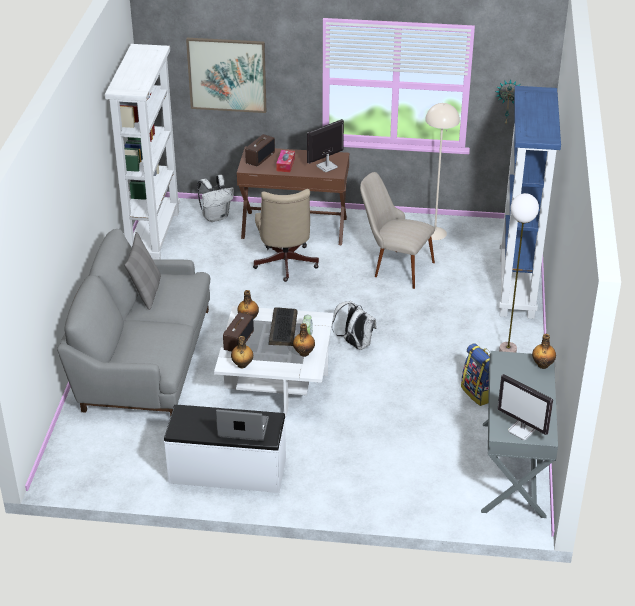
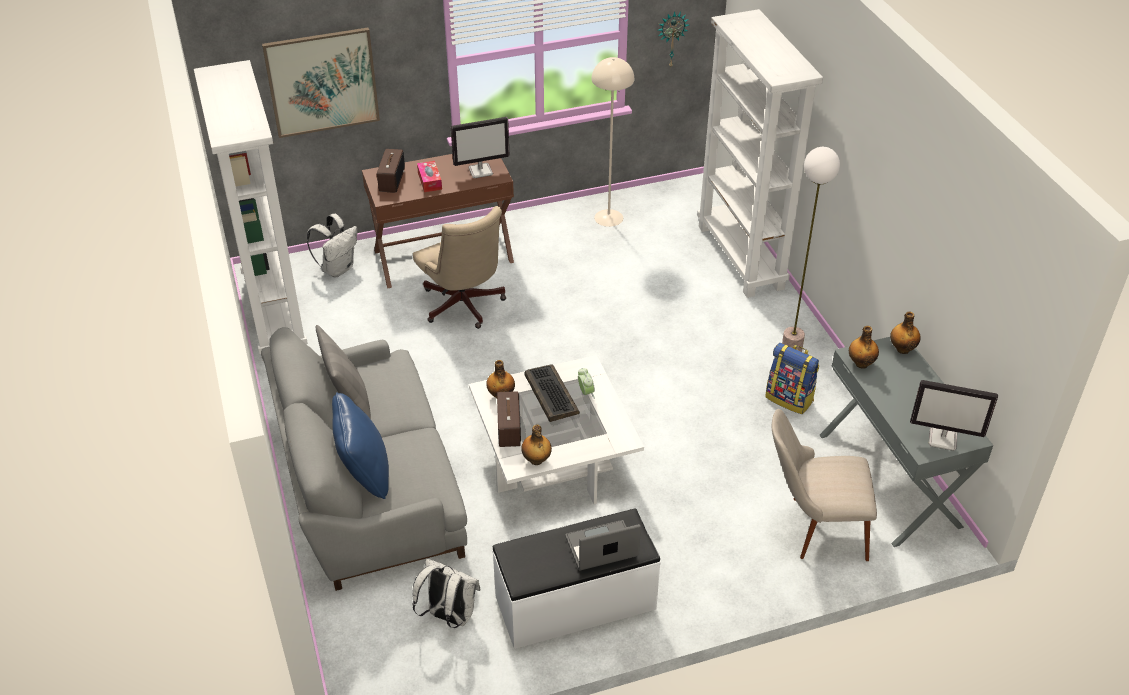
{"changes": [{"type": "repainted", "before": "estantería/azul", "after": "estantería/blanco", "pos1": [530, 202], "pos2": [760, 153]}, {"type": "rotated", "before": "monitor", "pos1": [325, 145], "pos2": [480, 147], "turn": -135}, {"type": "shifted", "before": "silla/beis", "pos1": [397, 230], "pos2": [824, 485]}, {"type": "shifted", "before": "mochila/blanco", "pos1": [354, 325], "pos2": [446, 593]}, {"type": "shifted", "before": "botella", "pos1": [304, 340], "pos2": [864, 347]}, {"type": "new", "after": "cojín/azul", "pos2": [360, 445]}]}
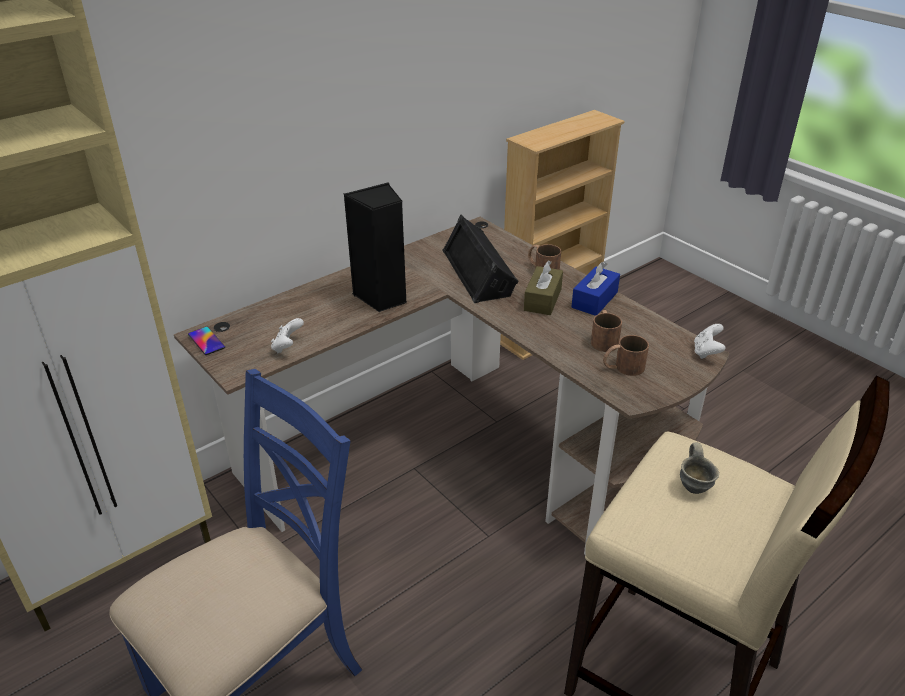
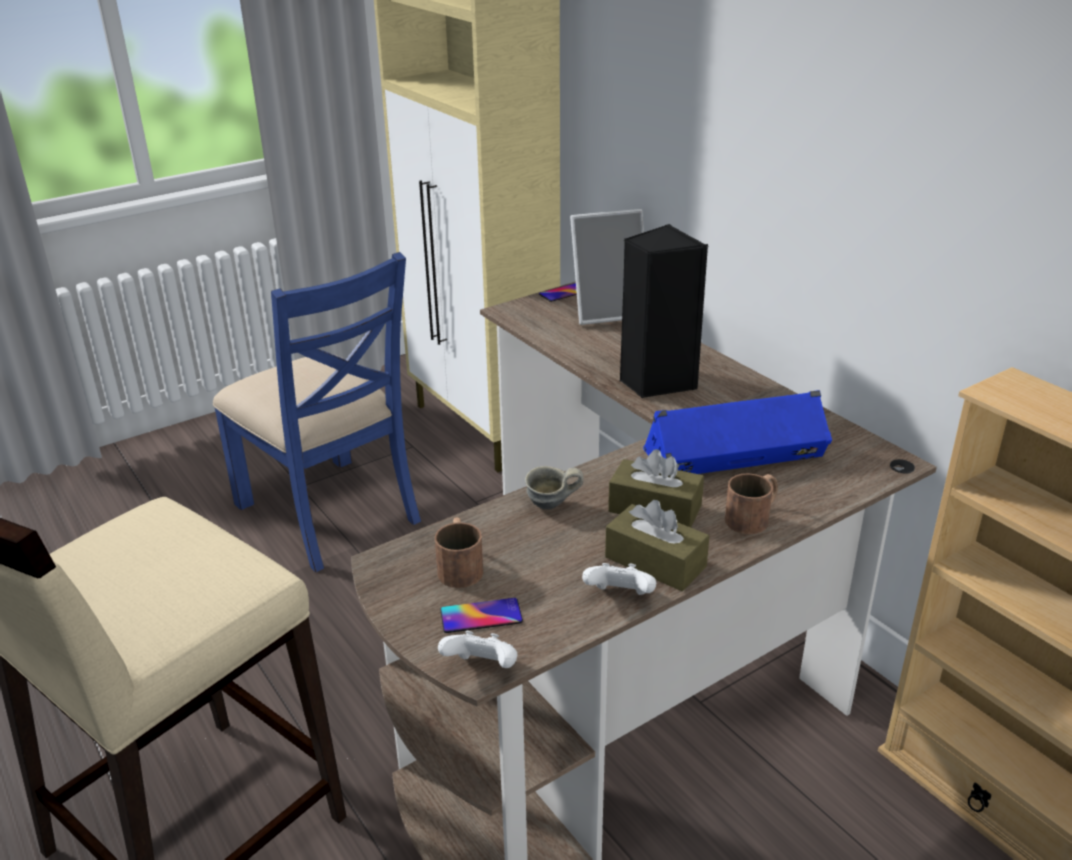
{"changes": [{"type": "repainted", "before": "altavoz/negro", "after": "altavoz/azul", "pos1": [480, 259], "pos2": [737, 432]}, {"type": "repainted", "before": "caja de pañuelos/azul", "after": "caja de pañuelos/marrón", "pos1": [595, 288], "pos2": [657, 545]}, {"type": "gone", "before": "taza grande/marrón", "pos1": [606, 331]}, {"type": "shifted", "before": "mando de consola/blanco", "pos1": [287, 335], "pos2": [619, 579]}, {"type": "shifted", "before": "taza grande/gris", "pos1": [699, 468], "pos2": [554, 488]}, {"type": "new", "after": "portarretratos", "pos2": [607, 267]}, {"type": "new", "after": "móvil", "pos2": [481, 615]}]}
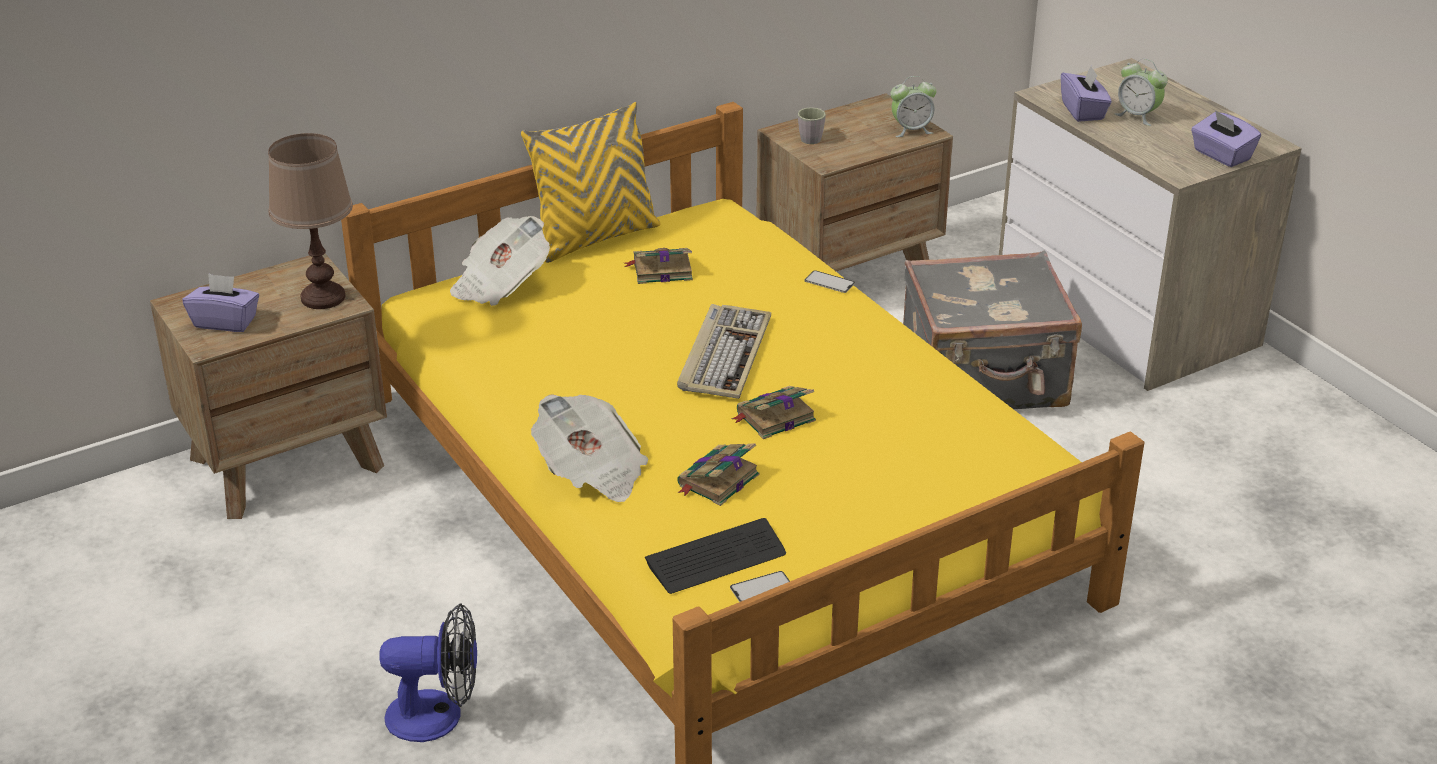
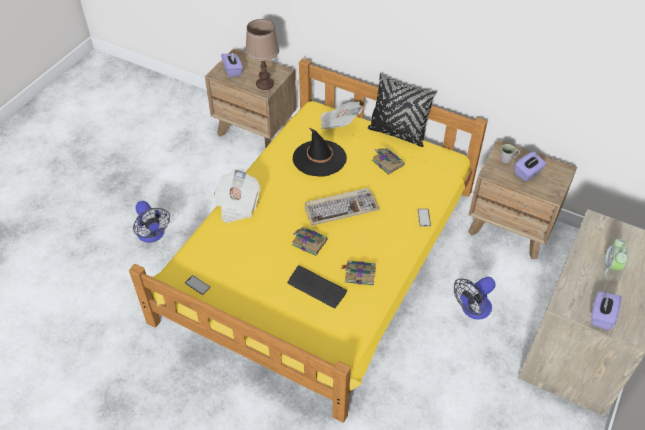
{"changes": [{"type": "shifted", "before": "caja de pañuelos/morado", "pos1": [1086, 94], "pos2": [530, 166]}, {"type": "gone", "before": "despertador", "pos1": [913, 106]}, {"type": "repainted", "before": "cojín/amarillo", "after": "cojín/negro", "pos1": [591, 182], "pos2": [402, 110]}, {"type": "swapped", "before": "maleta/gris", "after": "ventilador", "pos1": [992, 330], "pos2": [475, 298]}, {"type": "shifted", "before": "libro", "pos1": [718, 474], "pos2": [358, 273]}, {"type": "shifted", "before": "teclado", "pos1": [715, 556], "pos2": [317, 286]}, {"type": "new", "after": "sombrero/negro", "pos2": [320, 152]}]}
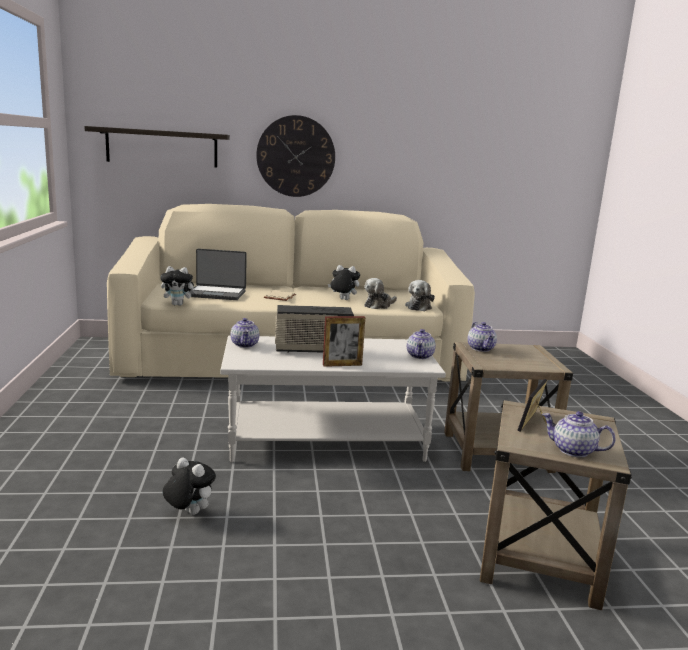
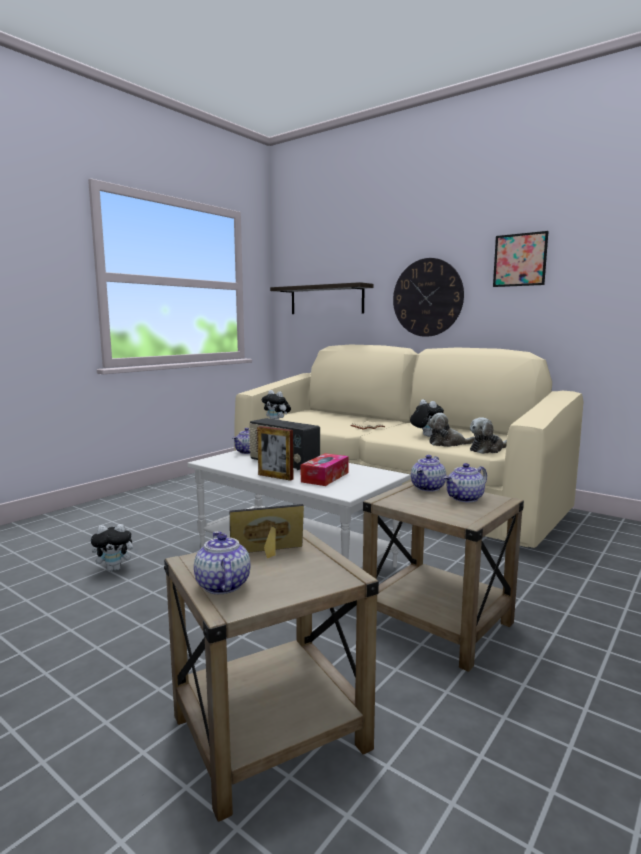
{"changes": [{"type": "gone", "before": "portátil", "pos1": [218, 274]}, {"type": "shifted", "before": "tetera", "pos1": [421, 344], "pos2": [465, 482]}, {"type": "rotated", "before": "peluche", "pos1": [189, 486], "pos2": [114, 547], "turn": 90}, {"type": "new", "after": "cuadro", "pos2": [521, 259]}, {"type": "new", "after": "caja de pañuelos", "pos2": [325, 469]}]}
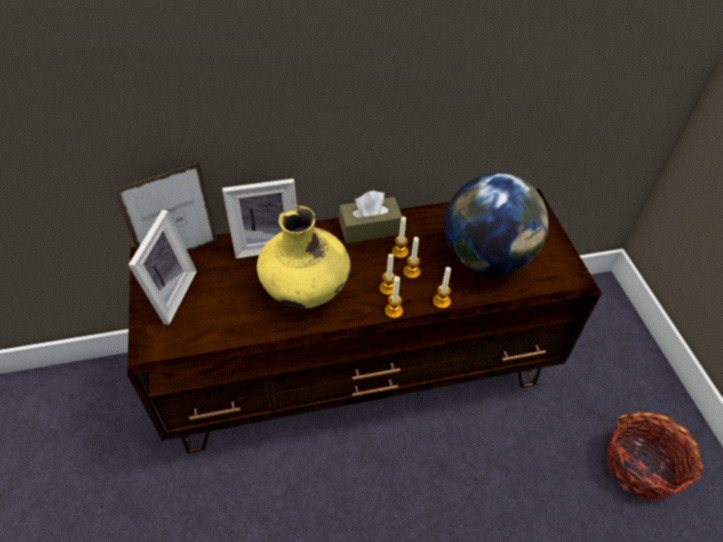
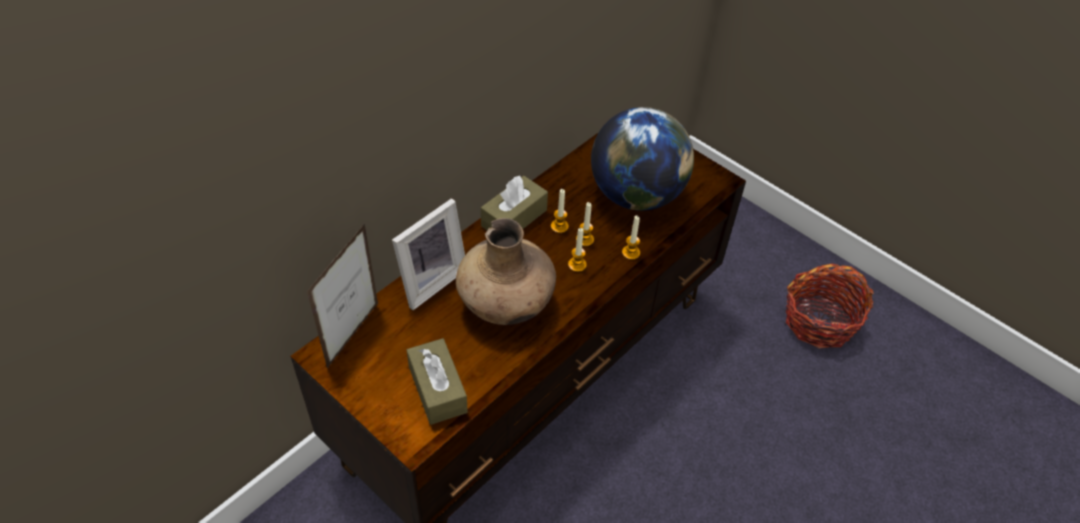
{"changes": [{"type": "repainted", "before": "florero/amarillo", "after": "florero/marrón", "pos1": [304, 257], "pos2": [506, 271]}, {"type": "gone", "before": "portarretratos", "pos1": [162, 267]}, {"type": "gone", "before": "vela", "pos1": [394, 297]}, {"type": "new", "after": "caja de pañuelos/marrón", "pos2": [437, 381]}]}
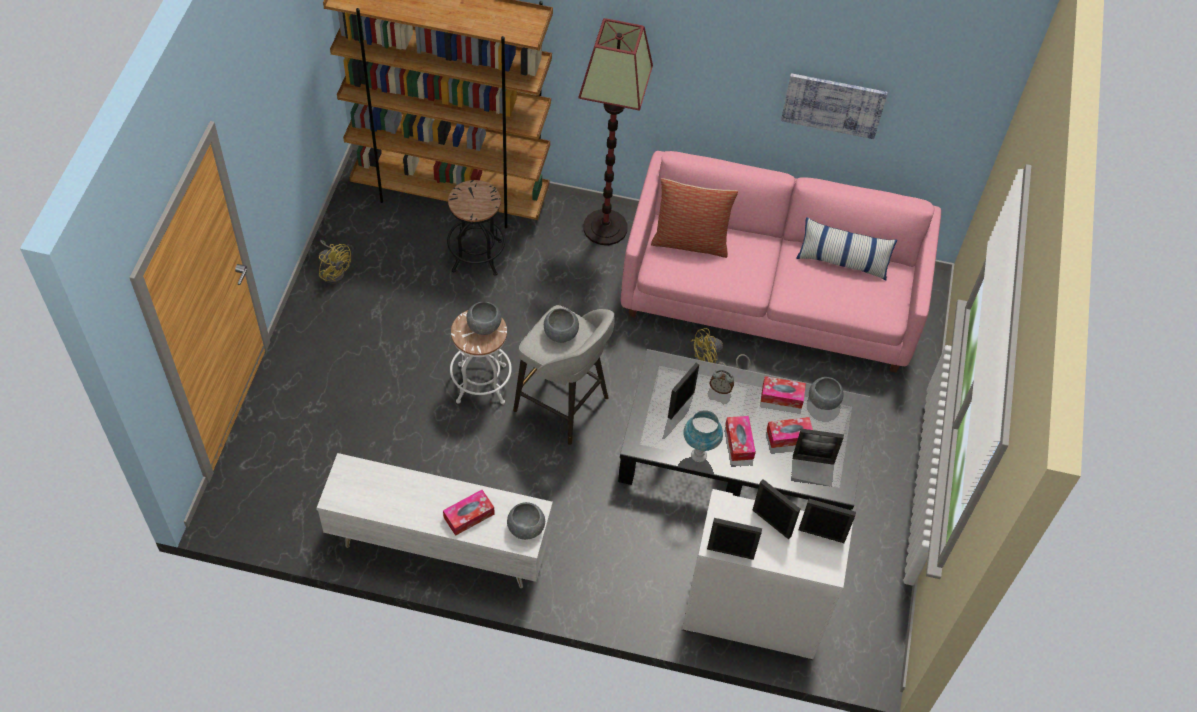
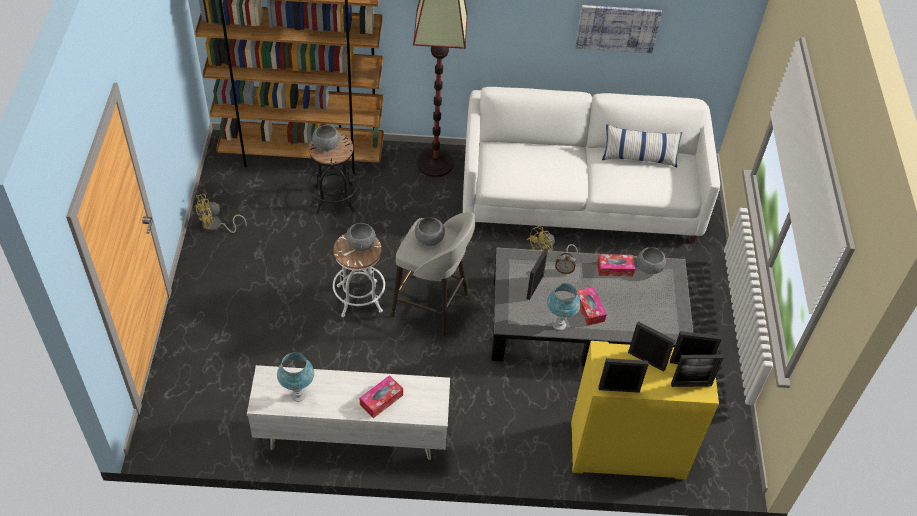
{"changes": [{"type": "repainted", "before": "sofá/rosa", "after": "sofá/blanco", "pos1": [781, 261], "pos2": [591, 165]}, {"type": "gone", "before": "cojín", "pos1": [694, 218]}, {"type": "rotated", "before": "ventilador/amarillo", "pos1": [335, 262], "pos2": [221, 213], "turn": 120}, {"type": "gone", "before": "caja de pañuelos", "pos1": [790, 432]}, {"type": "shifted", "before": "portarretratos", "pos1": [818, 446], "pos2": [697, 371]}, {"type": "repainted", "before": "armario/blanco", "after": "armario/amarillo", "pos1": [767, 574], "pos2": [645, 410]}, {"type": "shifted", "before": "cuenco/gris", "pos1": [526, 521], "pos2": [326, 138]}, {"type": "new", "after": "lámpara de mesa/azul", "pos2": [295, 377]}]}
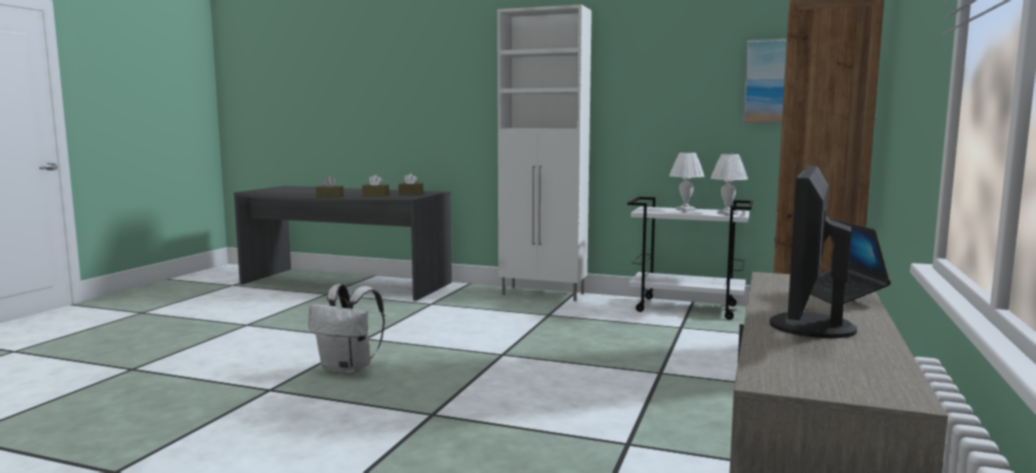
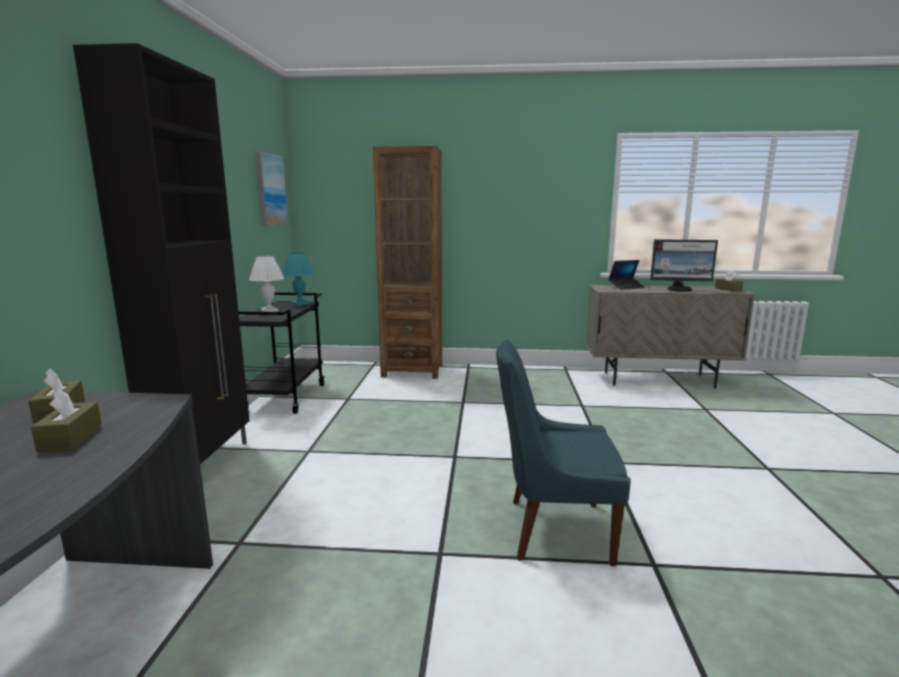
{"changes": [{"type": "repainted", "before": "armario/blanco", "after": "armario/negro", "pos1": [544, 152], "pos2": [161, 253]}, {"type": "repainted", "before": "lámpara de mesa/blanco", "after": "lámpara de mesa/turquesa", "pos1": [729, 184], "pos2": [298, 279]}, {"type": "shifted", "before": "caja de pañuelos/marrón", "pos1": [329, 187], "pos2": [729, 281]}, {"type": "repainted", "before": "carrito/blanco", "after": "carrito/negro", "pos1": [690, 258], "pos2": [281, 353]}, {"type": "swapped", "before": "mochila/blanco", "after": "silla/azul", "pos1": [346, 329], "pos2": [563, 453]}]}
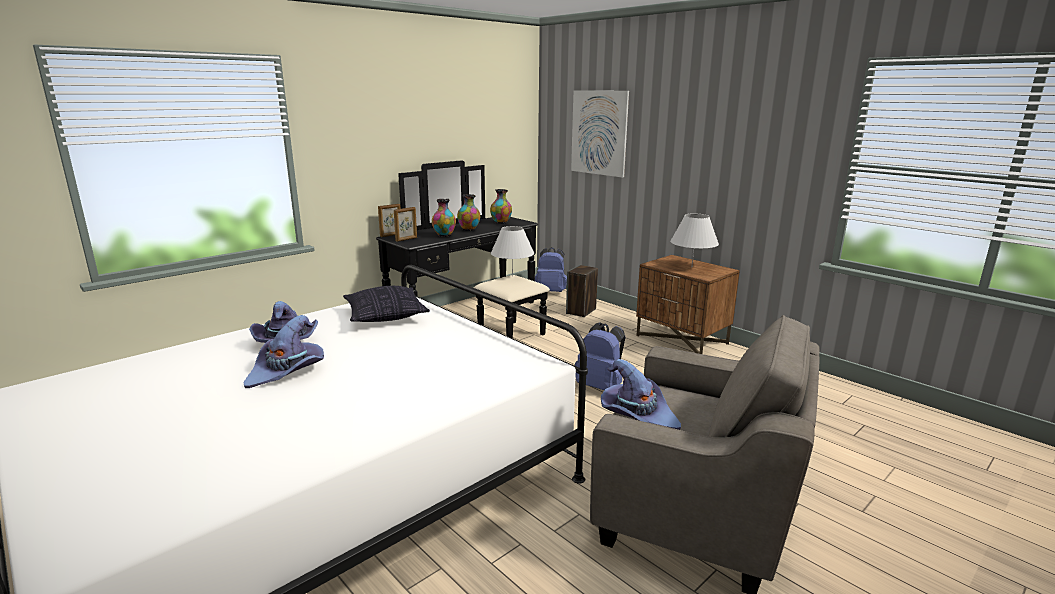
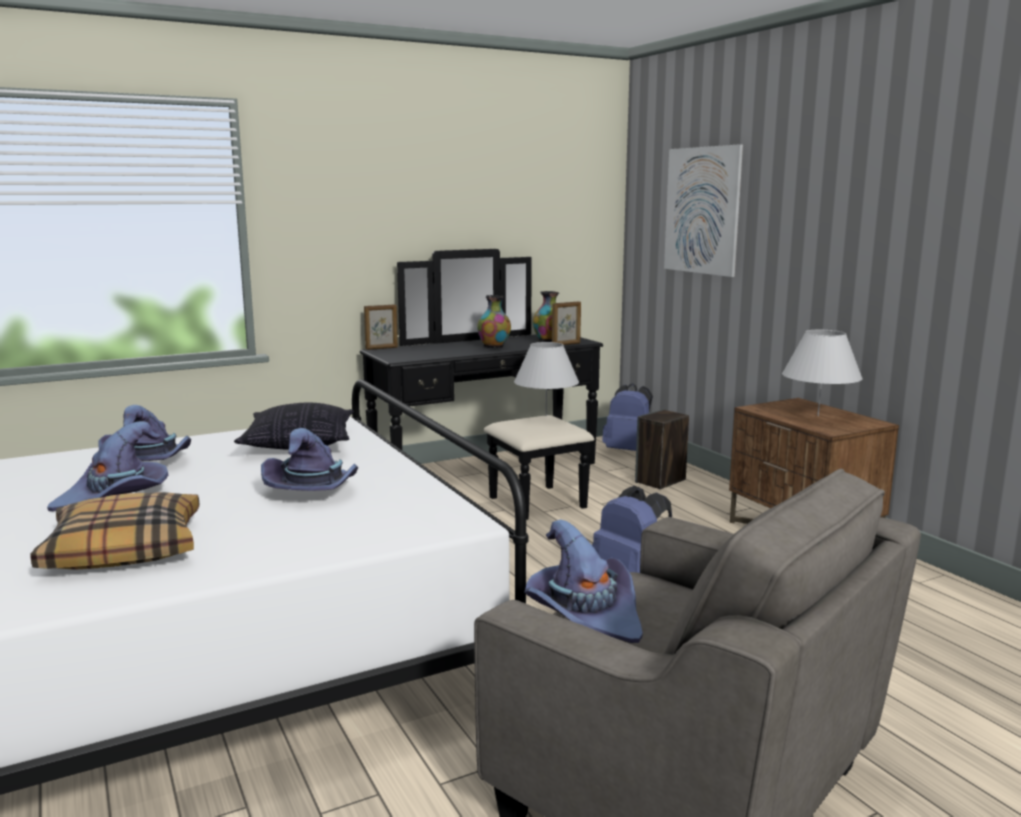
{"changes": [{"type": "gone", "before": "florero", "pos1": [444, 218]}, {"type": "shifted", "before": "portarretratos", "pos1": [405, 224], "pos2": [566, 323]}, {"type": "new", "after": "sombrero/morado", "pos2": [309, 459]}, {"type": "new", "after": "cojín", "pos2": [115, 531]}]}
